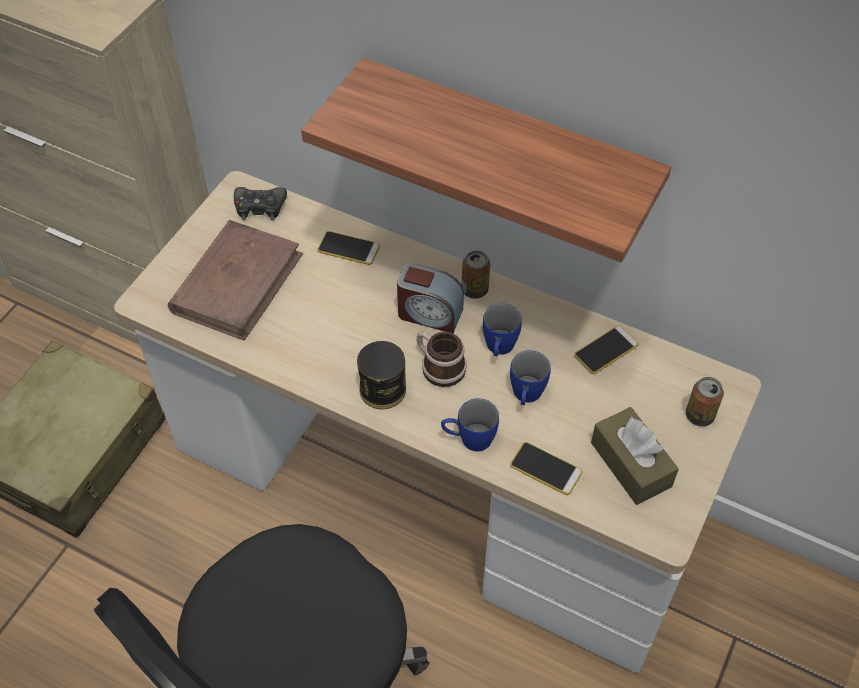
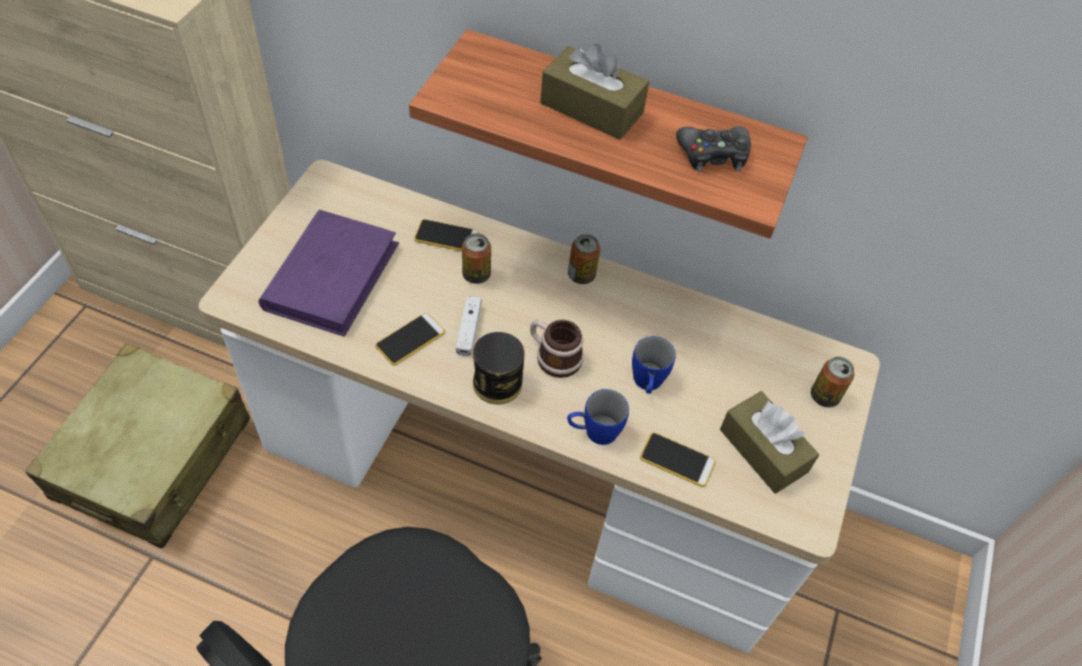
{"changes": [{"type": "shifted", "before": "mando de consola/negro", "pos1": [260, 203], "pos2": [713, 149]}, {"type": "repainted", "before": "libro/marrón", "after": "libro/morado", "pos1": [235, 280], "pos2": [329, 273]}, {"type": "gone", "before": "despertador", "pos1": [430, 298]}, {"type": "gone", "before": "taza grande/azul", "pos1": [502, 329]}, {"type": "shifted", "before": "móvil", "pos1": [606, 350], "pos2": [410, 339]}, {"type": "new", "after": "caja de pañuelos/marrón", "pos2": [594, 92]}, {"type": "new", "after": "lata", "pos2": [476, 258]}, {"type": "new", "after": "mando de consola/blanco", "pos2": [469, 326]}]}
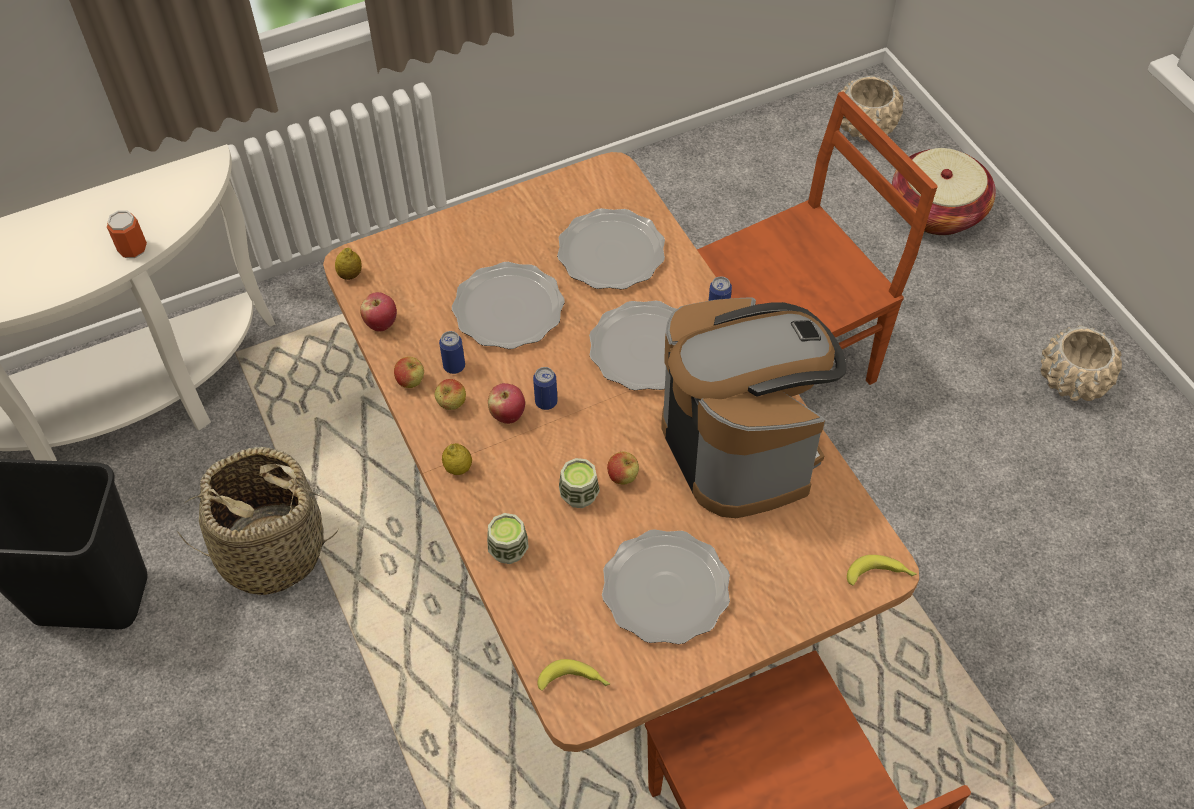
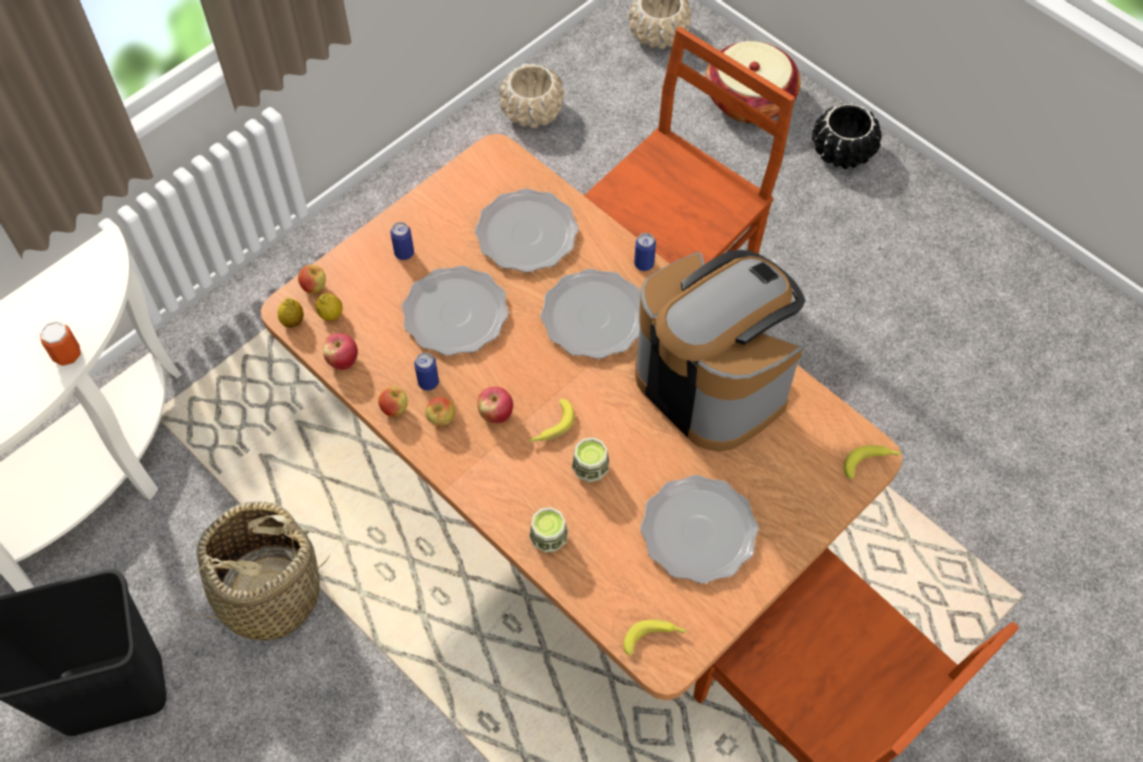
{"changes": [{"type": "shifted", "before": "maceta/beis", "pos1": [1081, 363], "pos2": [531, 95]}, {"type": "shifted", "before": "lata", "pos1": [545, 388], "pos2": [402, 241]}, {"type": "shifted", "before": "limón", "pos1": [457, 459], "pos2": [329, 307]}, {"type": "shifted", "before": "manzana", "pos1": [623, 468], "pos2": [312, 279]}, {"type": "new", "after": "maceta/negro", "pos2": [847, 136]}, {"type": "new", "after": "plátano", "pos2": [552, 420]}]}
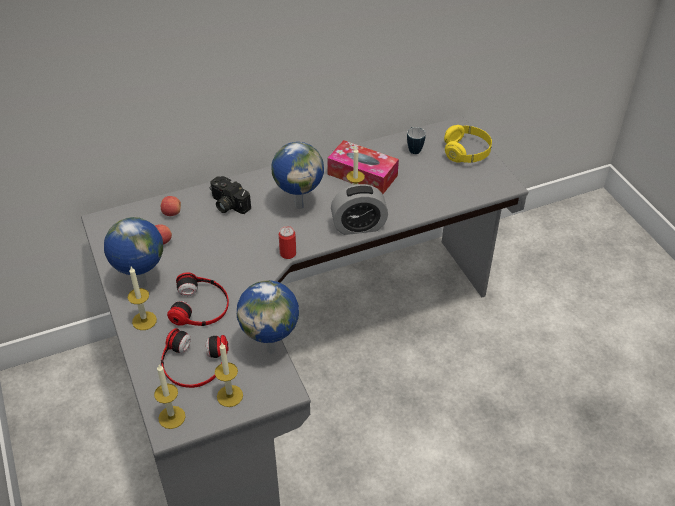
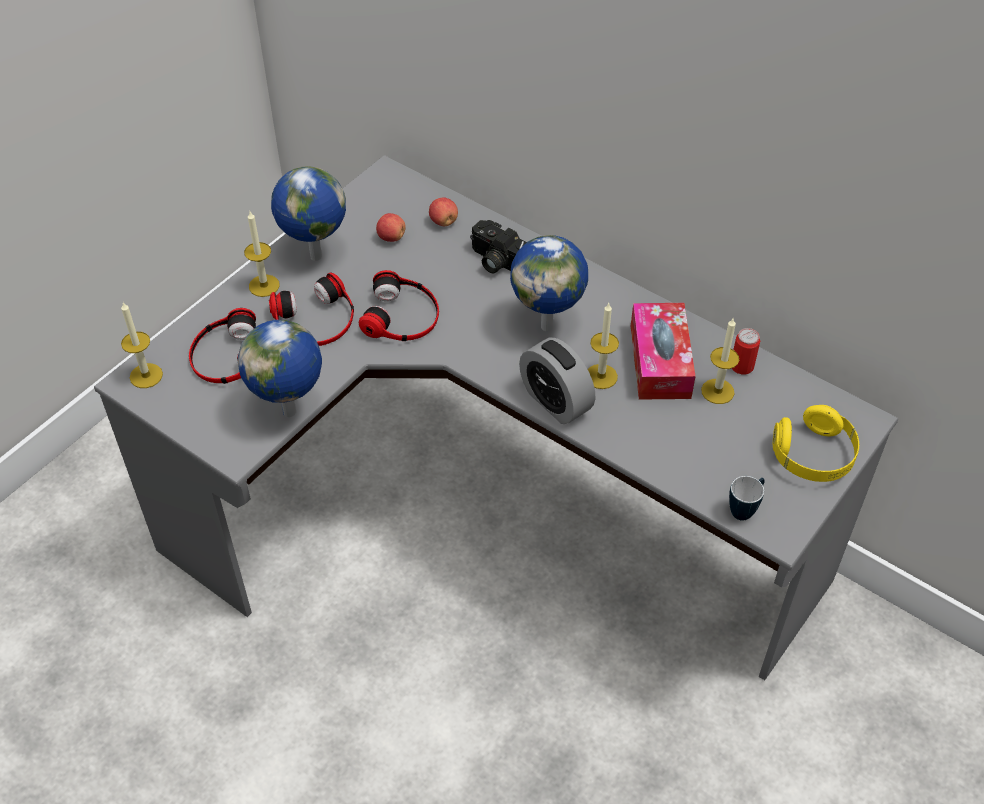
{"changes": [{"type": "shifted", "before": "taza grande", "pos1": [416, 140], "pos2": [747, 498]}, {"type": "rotated", "before": "cámara", "pos1": [230, 195], "pos2": [498, 246], "turn": -60}, {"type": "shifted", "before": "lata", "pos1": [287, 242], "pos2": [746, 351]}, {"type": "shifted", "before": "vela", "pos1": [229, 375], "pos2": [720, 360]}, {"type": "new", "after": "auriculares", "pos2": [399, 305]}]}
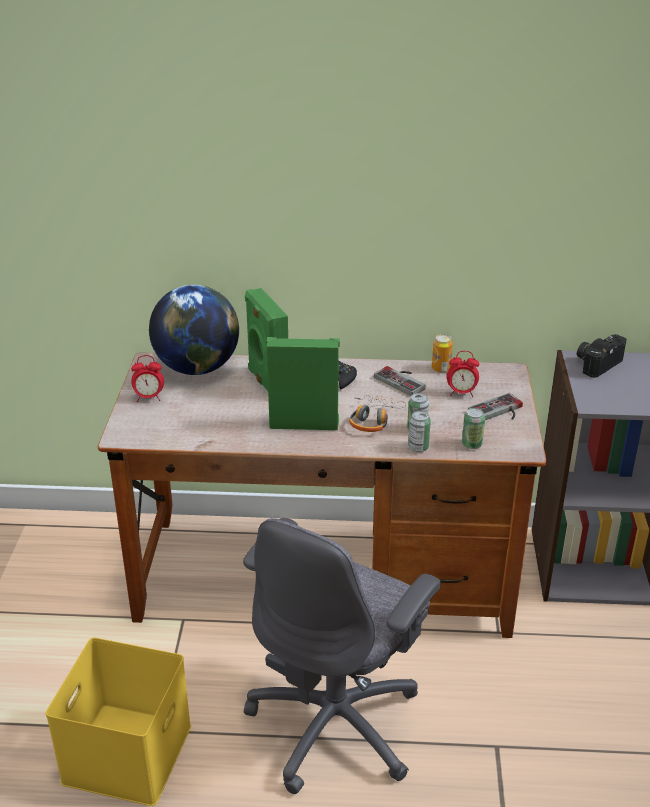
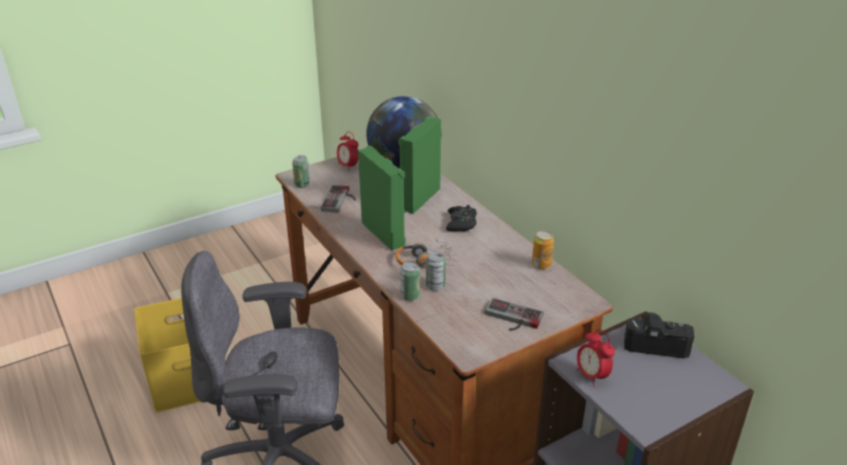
{"changes": [{"type": "shifted", "before": "despertador", "pos1": [463, 374], "pos2": [595, 358]}, {"type": "shifted", "before": "mando de consola", "pos1": [400, 381], "pos2": [338, 199]}, {"type": "shifted", "before": "lata", "pos1": [473, 428], "pos2": [301, 171]}]}
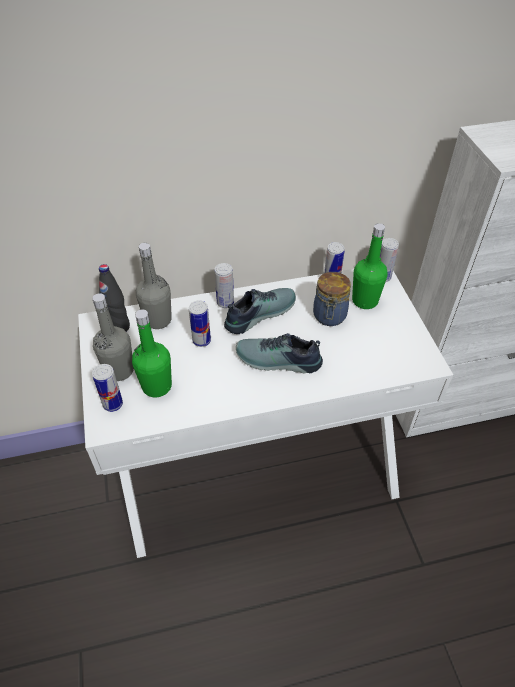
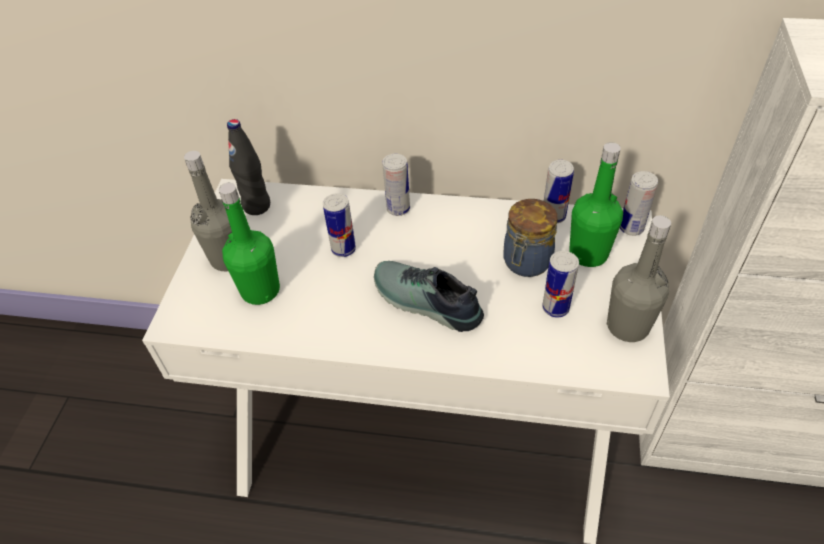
{"changes": [{"type": "shifted", "before": "botella/gris", "pos1": [154, 286], "pos2": [639, 278]}, {"type": "gone", "before": "zapato", "pos1": [260, 311]}, {"type": "shifted", "before": "lata", "pos1": [107, 388], "pos2": [560, 284]}]}
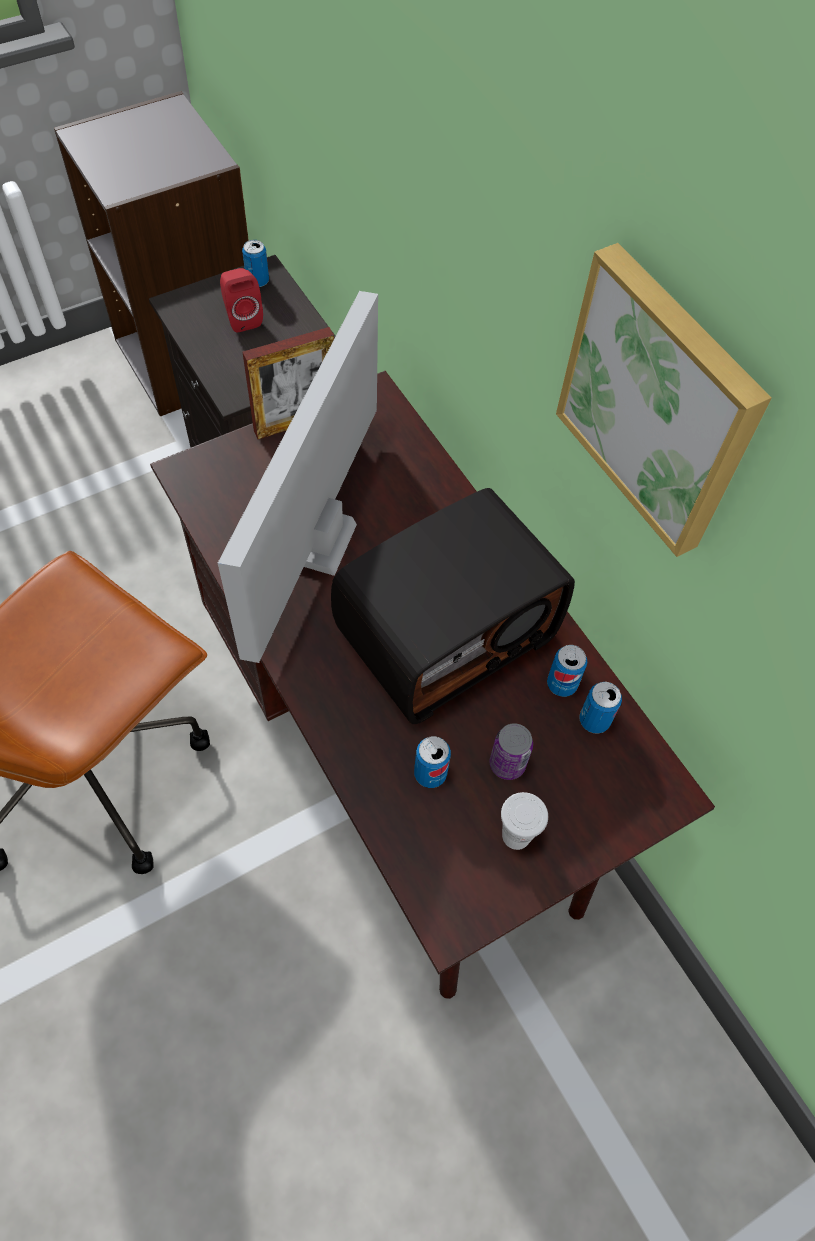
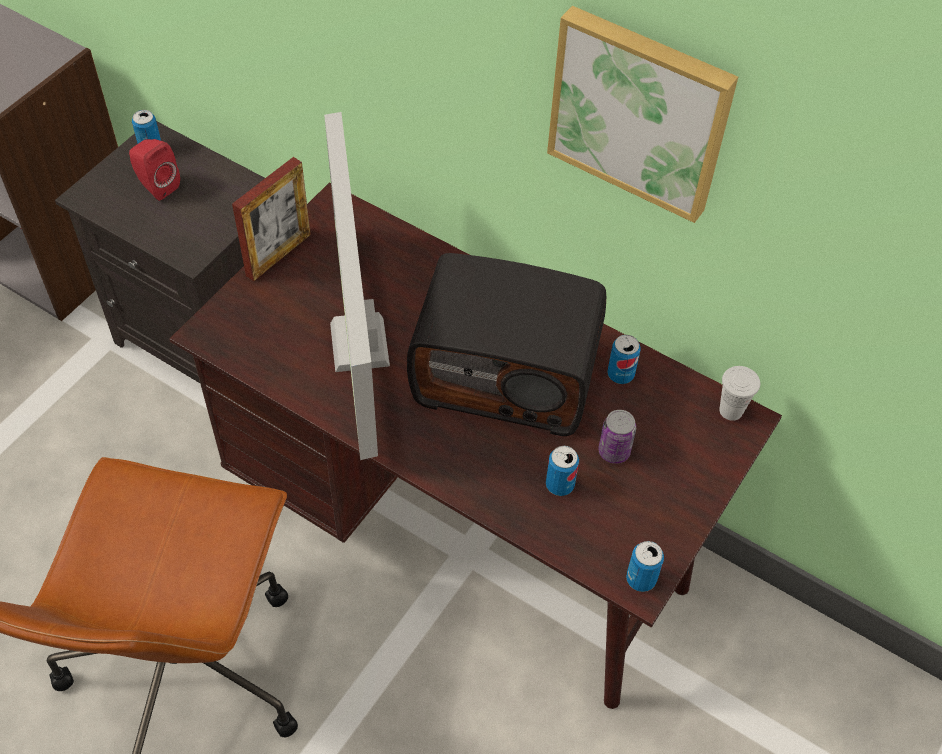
{"changes": [{"type": "rotated", "before": "radio", "pos1": [453, 606], "pos2": [506, 344], "turn": 75}, {"type": "shifted", "before": "lata", "pos1": [600, 708], "pos2": [645, 566]}, {"type": "shifted", "before": "taza/blanco", "pos1": [524, 821], "pos2": [739, 393]}]}
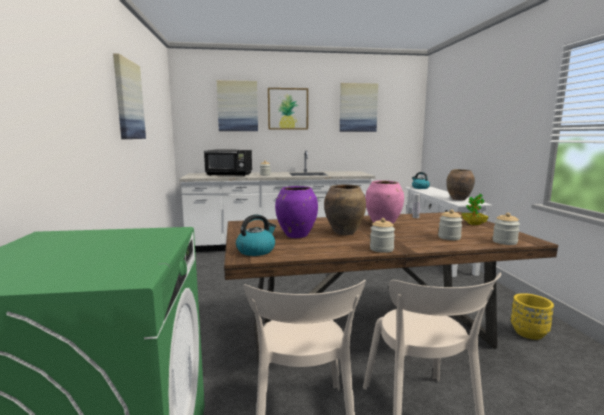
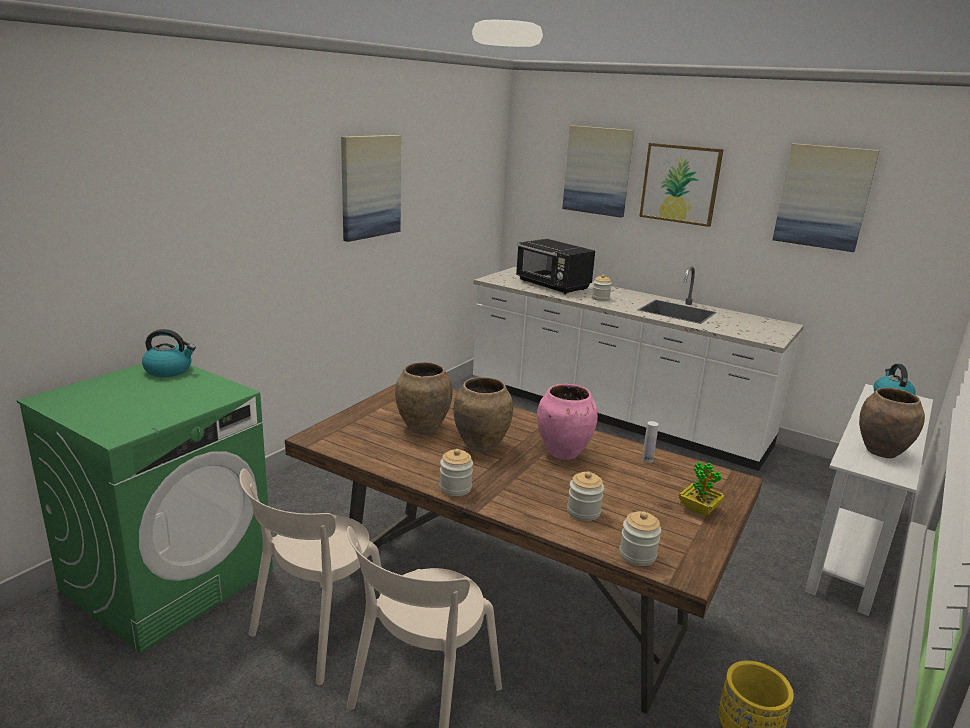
{"changes": [{"type": "repainted", "before": "florero/morado", "after": "florero/marrón", "pos1": [296, 212], "pos2": [424, 398]}, {"type": "shifted", "before": "hervidor", "pos1": [256, 235], "pos2": [169, 353]}]}
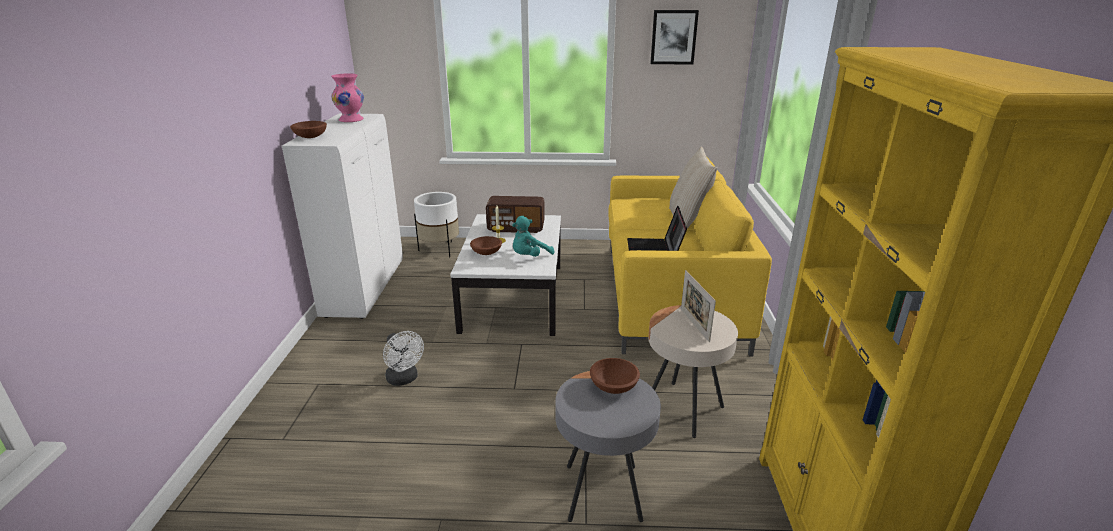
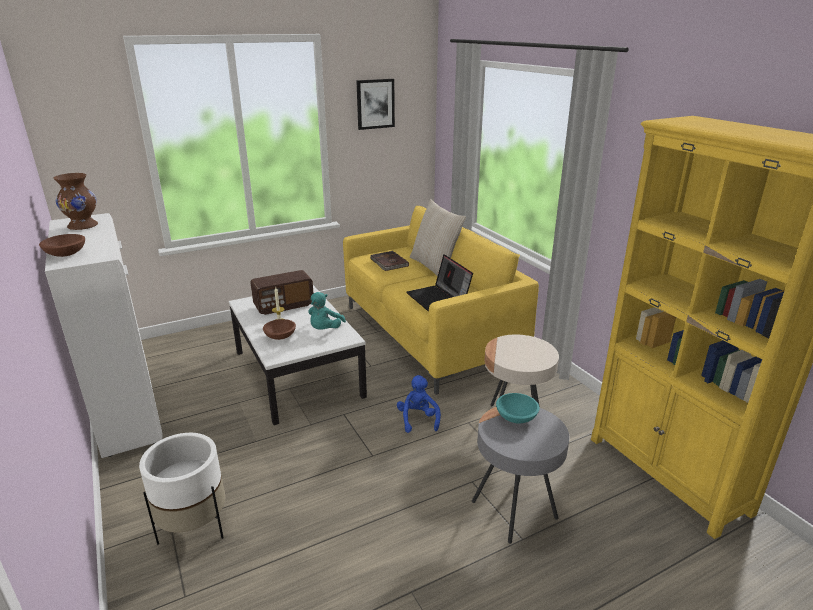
{"changes": [{"type": "repainted", "before": "florero/rosa", "after": "florero/marrón", "pos1": [347, 97], "pos2": [76, 201]}, {"type": "shifted", "before": "maceta/blanco", "pos1": [436, 224], "pos2": [182, 489]}, {"type": "gone", "before": "portarretratos", "pos1": [698, 306]}, {"type": "gone", "before": "ventilador/blanco", "pos1": [403, 358]}, {"type": "repainted", "before": "cuenco/marrón", "after": "cuenco/turquesa", "pos1": [615, 376], "pos2": [517, 408]}, {"type": "new", "after": "libro/marrón", "pos2": [390, 261]}, {"type": "new", "after": "peluche/azul", "pos2": [419, 404]}]}
